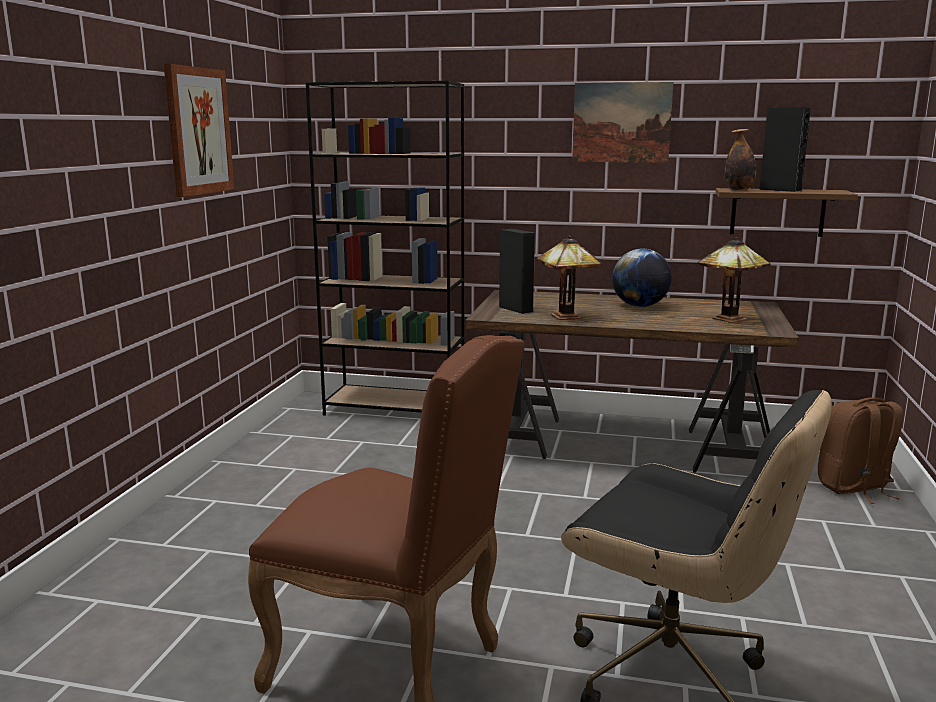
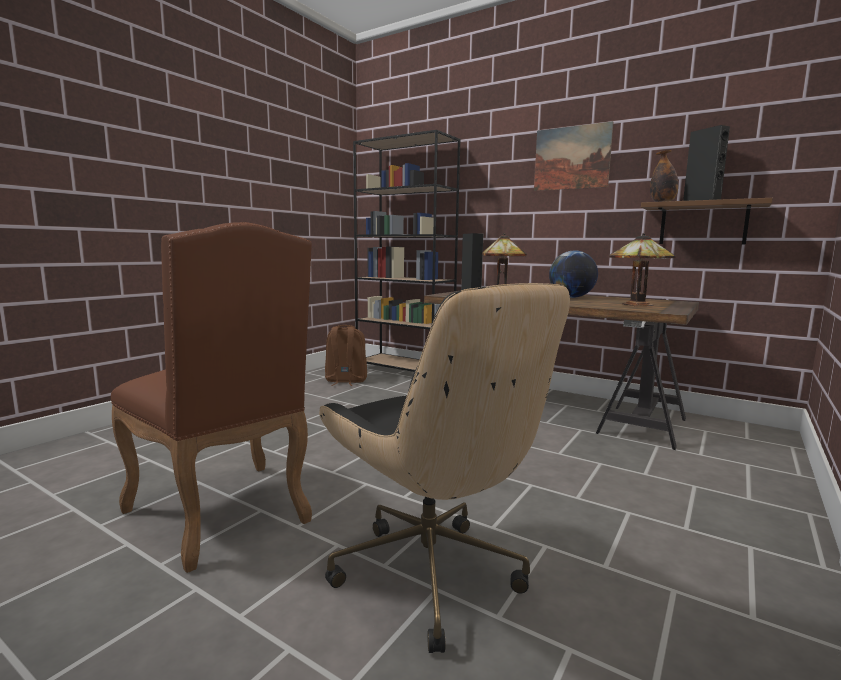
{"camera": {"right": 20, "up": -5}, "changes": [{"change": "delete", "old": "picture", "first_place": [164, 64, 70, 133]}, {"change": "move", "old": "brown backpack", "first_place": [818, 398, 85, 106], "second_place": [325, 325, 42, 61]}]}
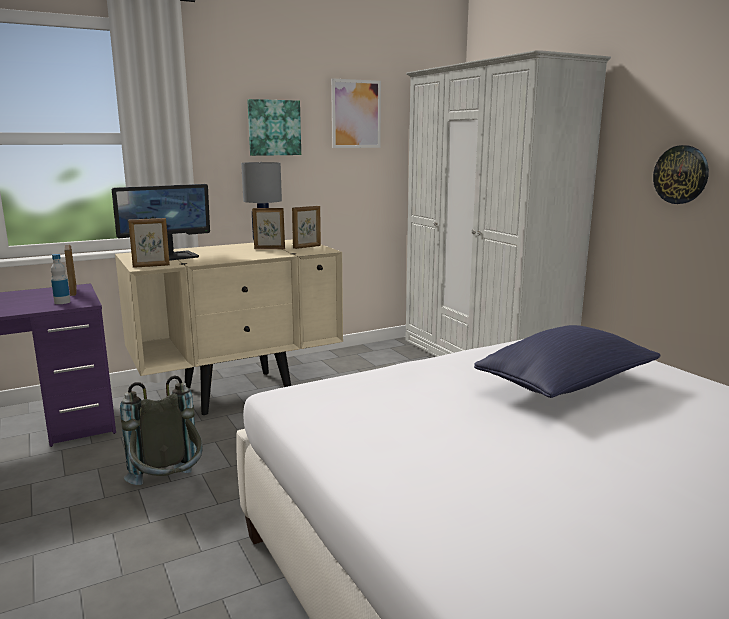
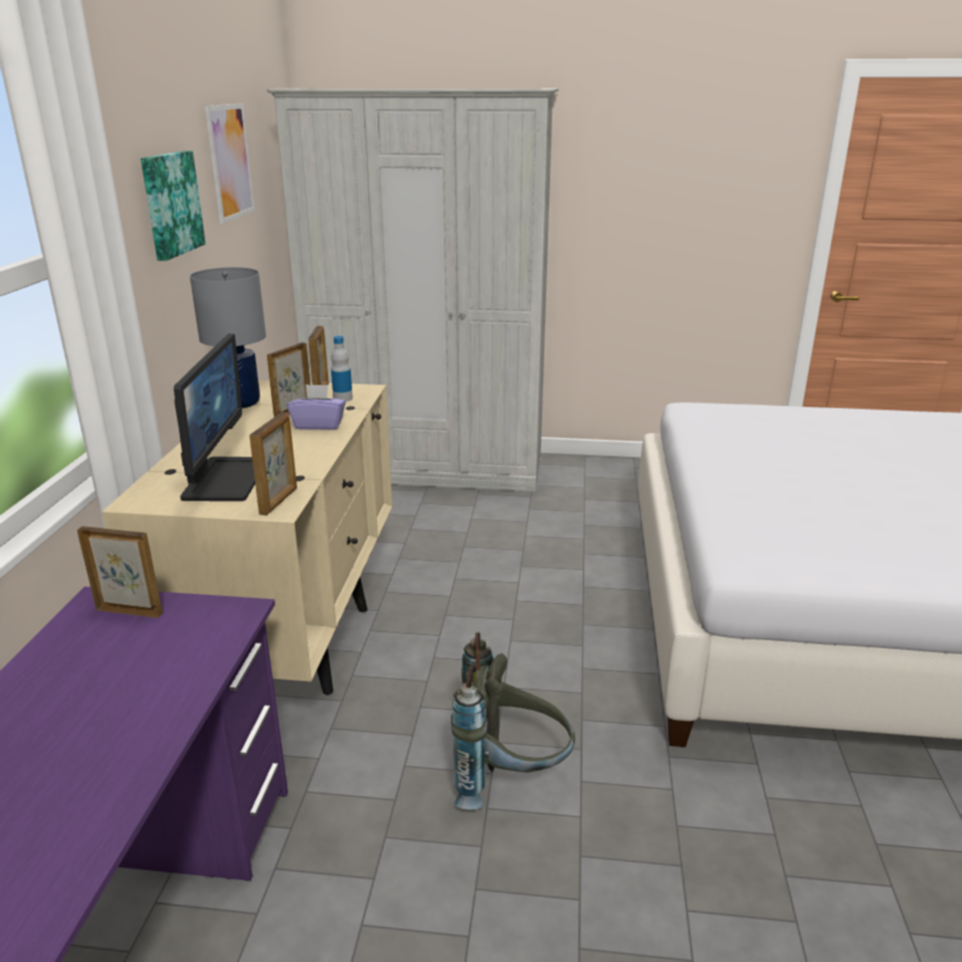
{"camera": {"right": -55, "up": 10}, "changes": [{"change": "move", "old": "bottle", "first_place": [51, 254, 20, 50], "second_place": [331, 336, 22, 66]}, {"change": "delete", "old": "blue pillow", "first_place": [474, 325, 187, 73]}, {"change": "delete", "old": "wall clock", "first_place": [653, 145, 56, 59]}, {"change": "insert", "new": "purple tissue box", "second_place": [287, 384, 59, 46]}]}
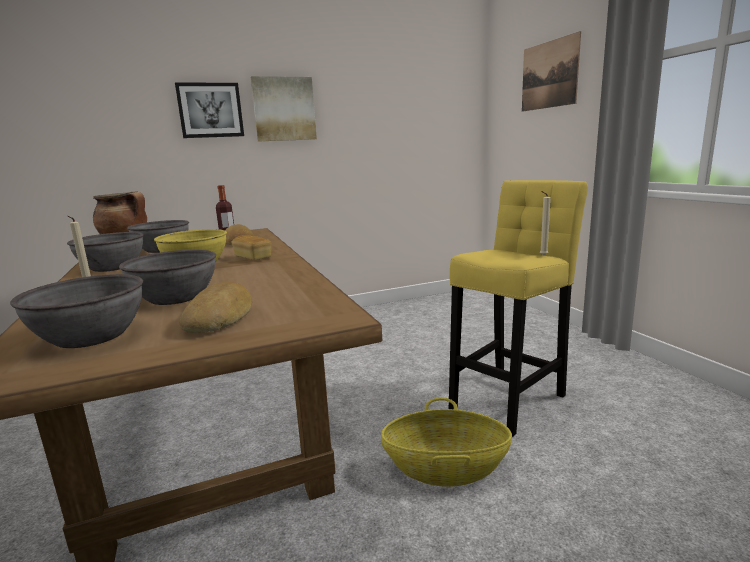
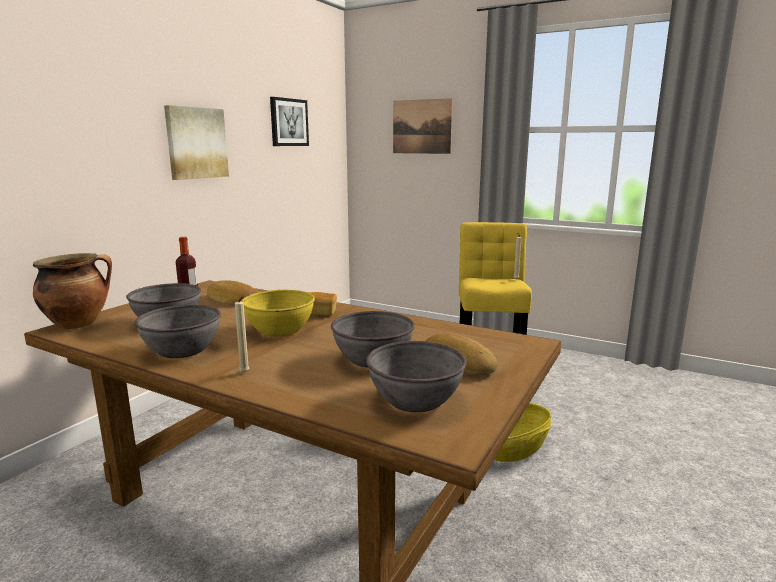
{"camera": {"right": -40, "up": 0}, "changes": [{"change": "move", "old": "picture", "first_place": [175, 82, 69, 56], "second_place": [270, 97, 39, 49]}]}
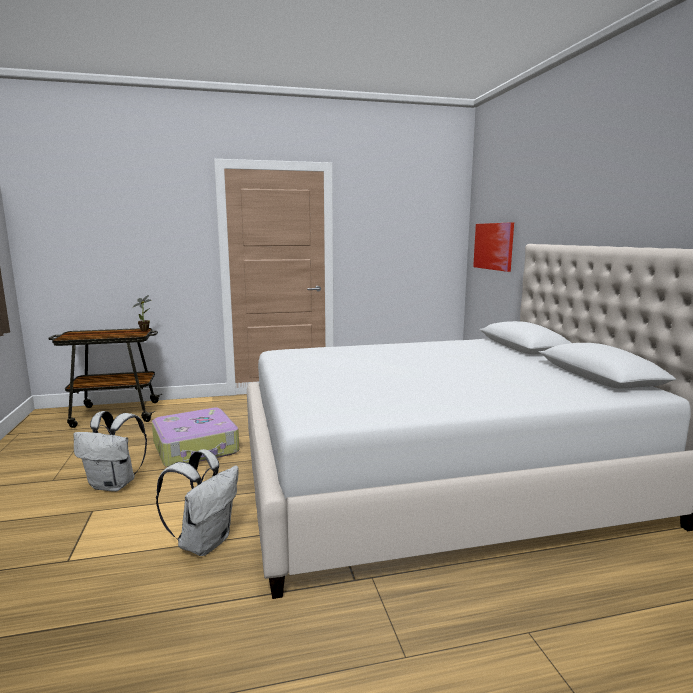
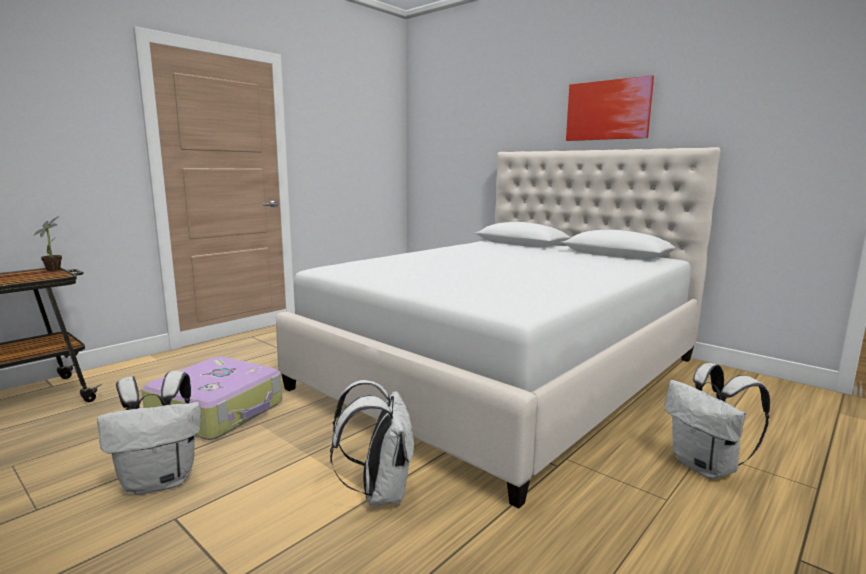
{"camera": {"right": -35, "up": 0}, "changes": [{"change": "move", "old": "picture", "first_place": [473, 222, 41, 50], "second_place": [566, 75, 88, 66]}, {"change": "insert", "new": "white backpack", "second_place": [665, 363, 105, 116]}]}
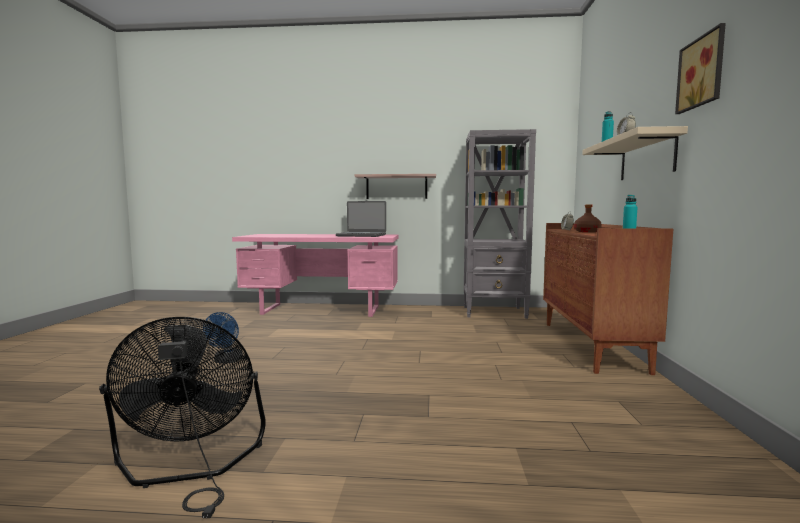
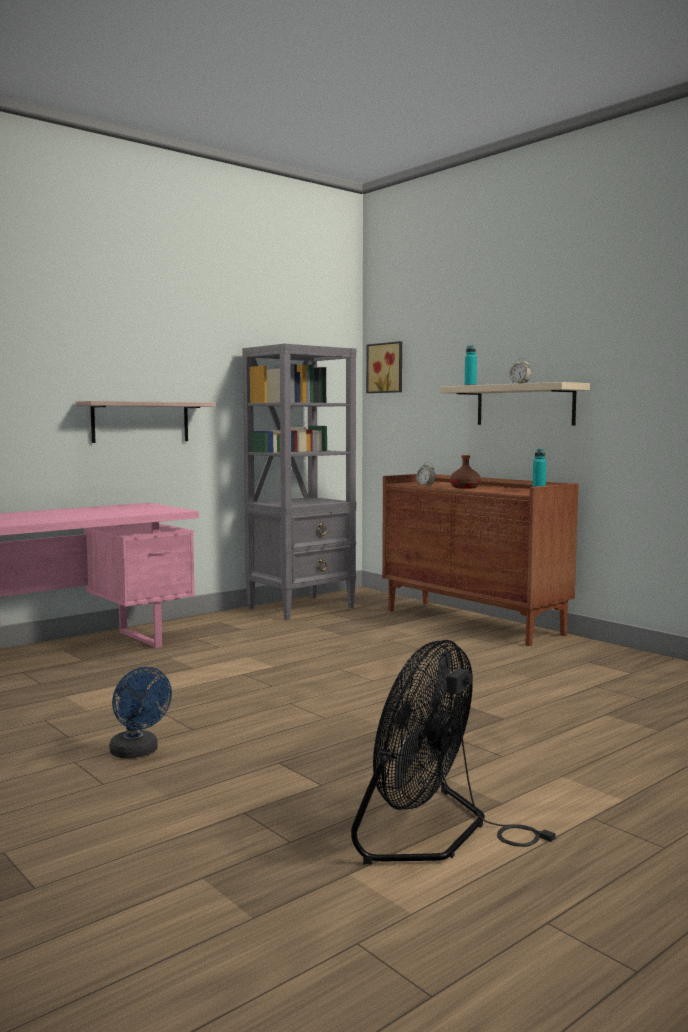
{"camera": {"right": -45, "up": 0}, "changes": [{"change": "delete", "old": "laptop", "first_place": [336, 201, 50, 36]}, {"change": "move", "old": "picture", "first_place": [675, 23, 51, 91], "second_place": [366, 341, 36, 52]}]}
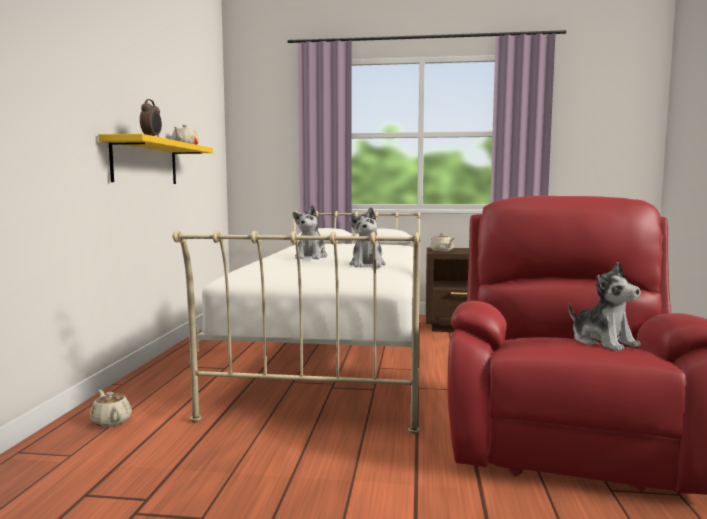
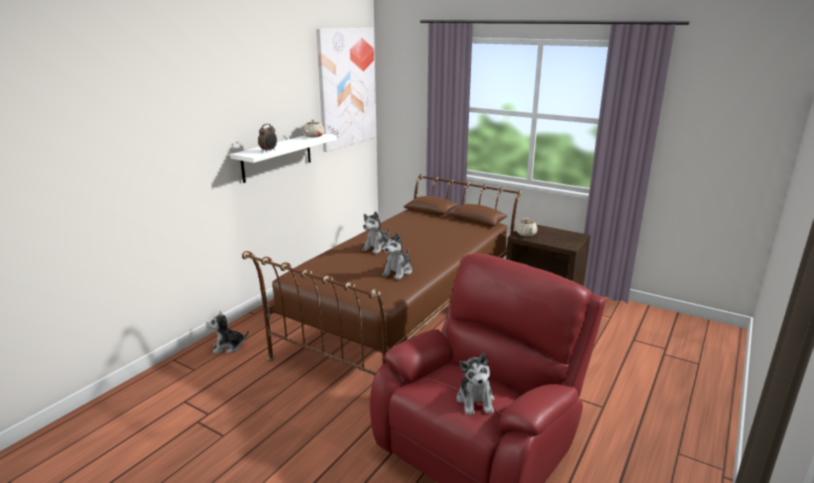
{"camera": {"right": 25, "up": 15}, "changes": [{"change": "replace", "old": "beige teapot", "new": "plush toy", "first_place": [90, 390, 42, 37], "second_place": [206, 311, 43, 43]}, {"change": "recolor", "old": "yellow shelf", "new": "white shelf", "first_place": [98, 134, 115, 50], "second_place": [230, 134, 107, 49]}, {"change": "recolor", "old": "white bed", "new": "brown bed", "first_place": [173, 211, 248, 223], "second_place": [242, 174, 280, 201]}, {"change": "insert", "new": "picture", "second_place": [316, 27, 60, 125]}]}
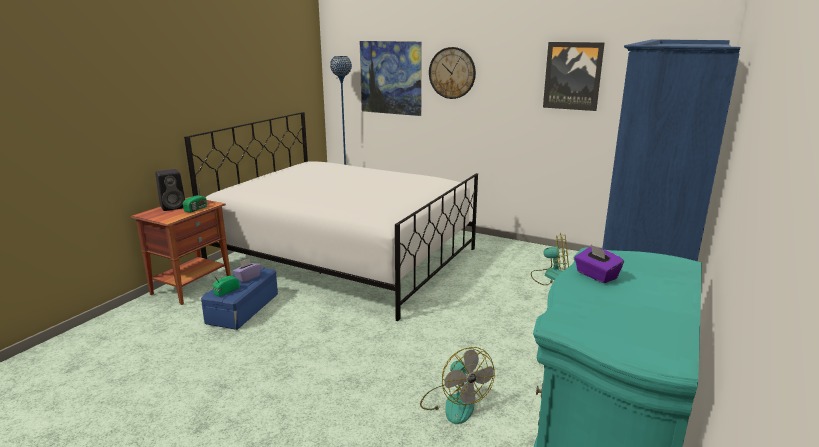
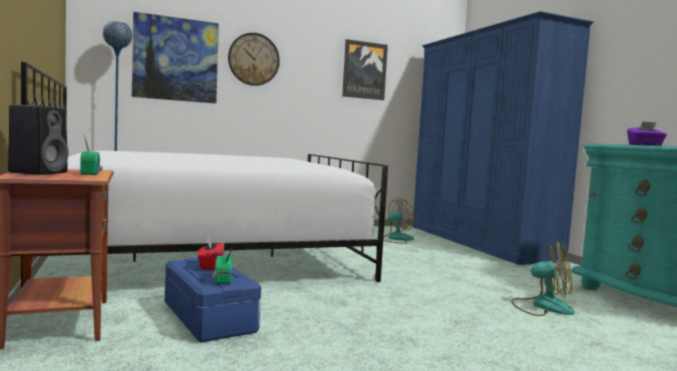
{"camera": {"right": -50, "up": -15}, "changes": [{"change": "recolor", "old": "purple tissue box", "new": "red tissue box", "first_place": [233, 259, 28, 23], "second_place": [198, 237, 26, 33]}]}
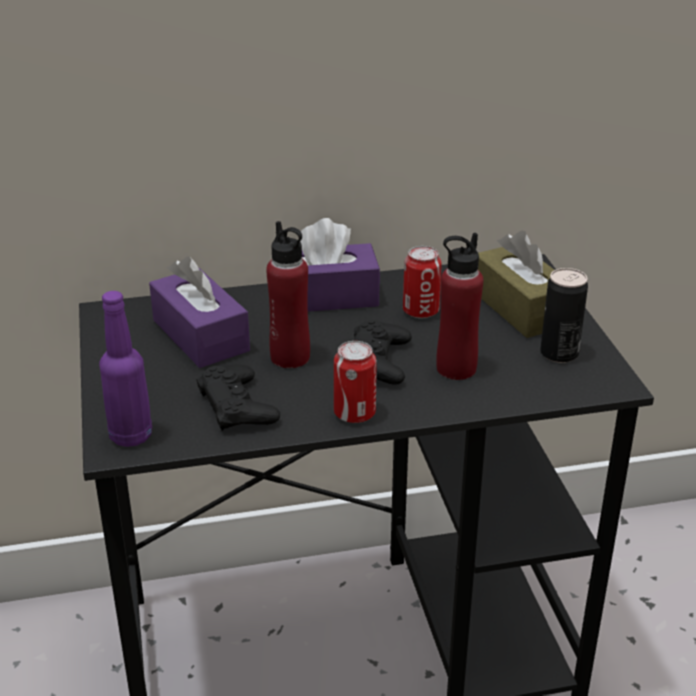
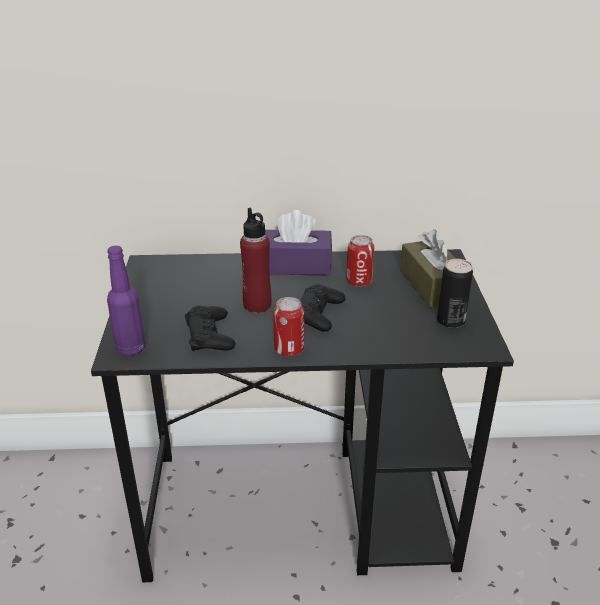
{"camera": {"right": 10, "up": 0}, "changes": [{"change": "delete", "old": "purple tissue box", "first_place": [149, 256, 101, 112]}, {"change": "delete", "old": "red bottle", "first_place": [436, 233, 47, 147]}]}
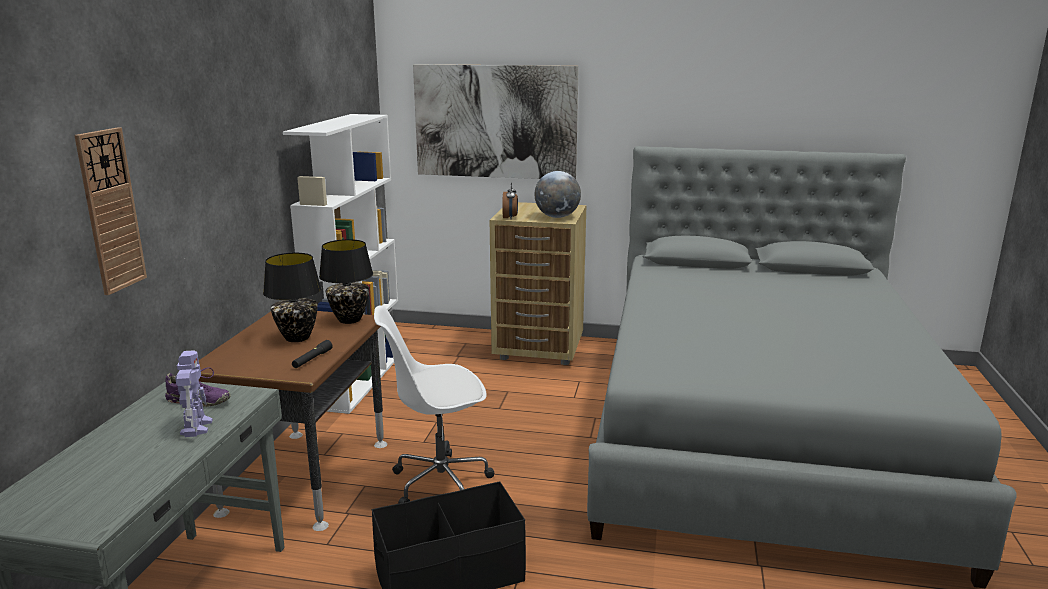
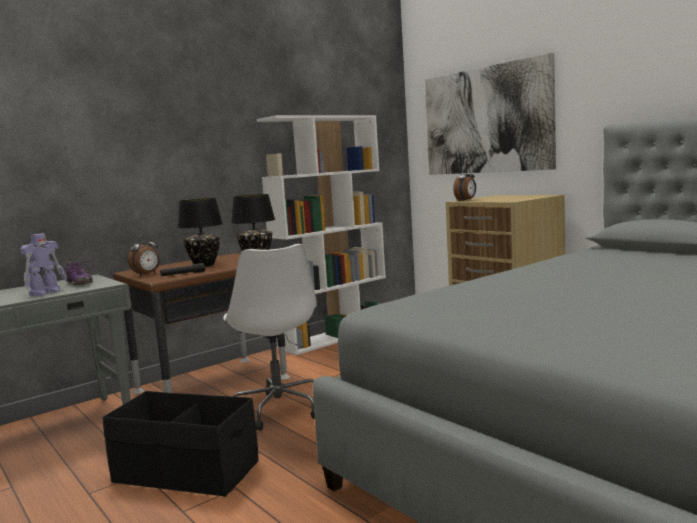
{"camera": {"right": 40, "up": -10}, "changes": [{"change": "delete", "old": "wall clock", "first_place": [74, 127, 73, 168]}, {"change": "rotate", "old": "white office chair", "first_place": [374, 305, 121, 199], "second_place": [223, 244, 94, 187], "degrees": -135}, {"change": "delete", "old": "globe", "first_place": [534, 171, 47, 47]}, {"change": "insert", "new": "alarm clock", "second_place": [128, 235, 32, 41]}]}
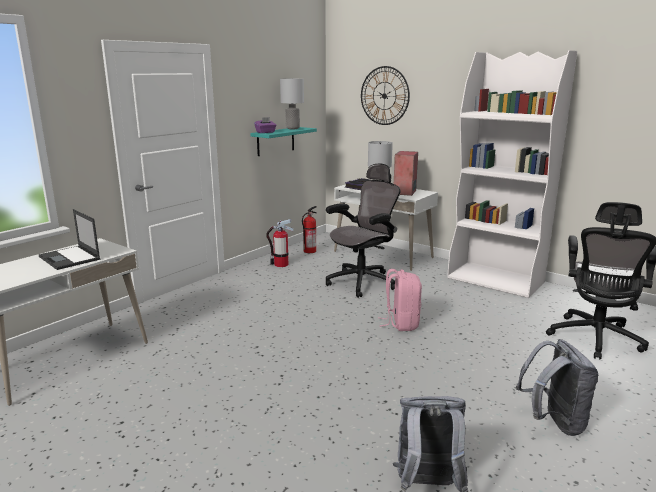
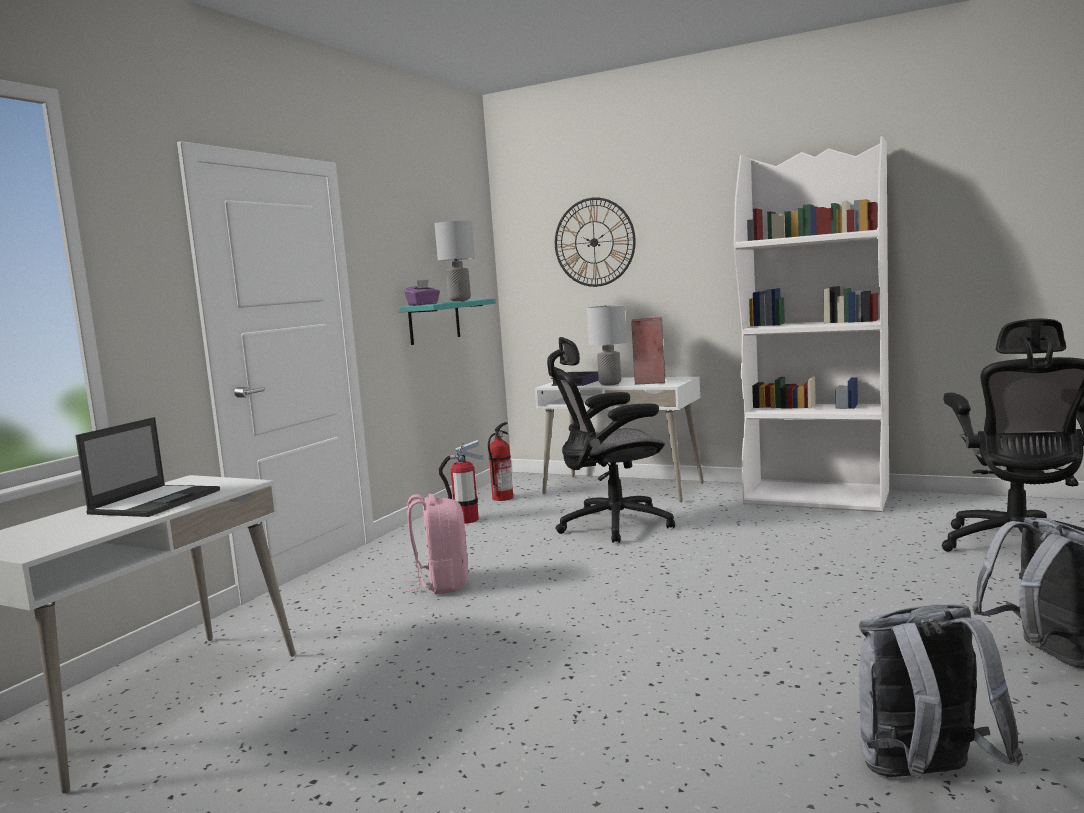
{"camera": {"right": -10, "up": -10}, "changes": [{"change": "rotate", "old": "laptop", "first_place": [39, 209, 62, 61], "second_place": [75, 417, 145, 100], "degrees": -105}, {"change": "rotate", "old": "office chair", "first_place": [326, 164, 75, 134], "second_place": [547, 337, 128, 206], "degrees": -135}, {"change": "move", "old": "pink backpack", "first_place": [378, 269, 44, 62], "second_place": [403, 494, 65, 101]}]}
